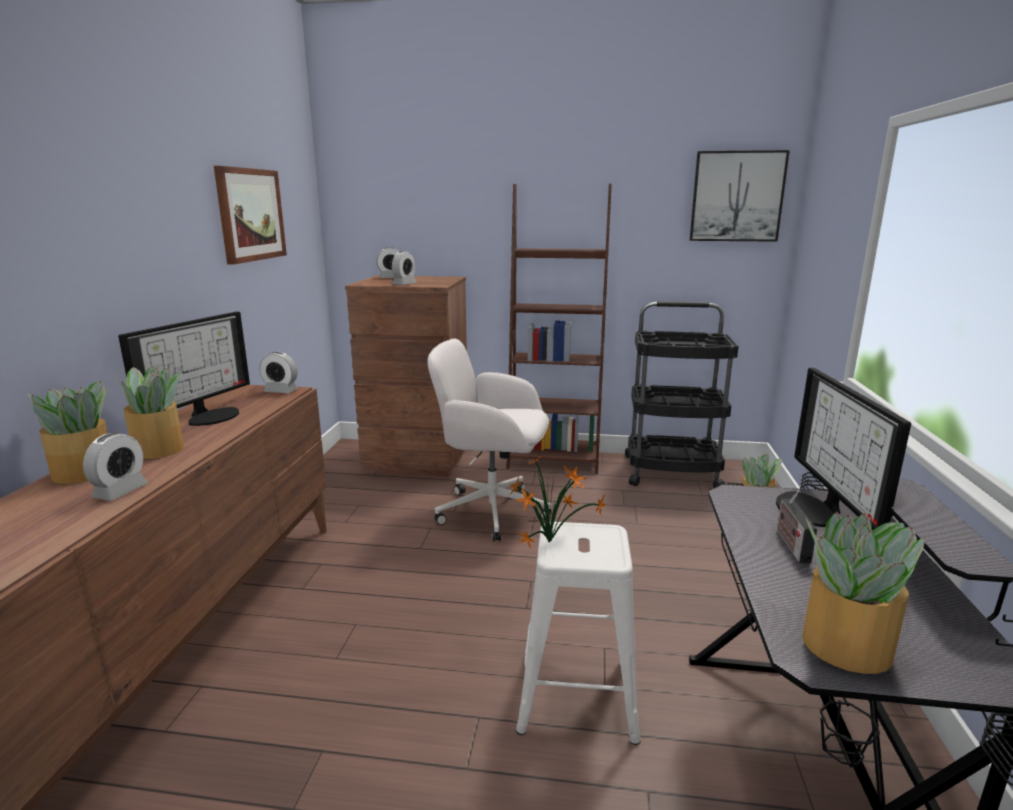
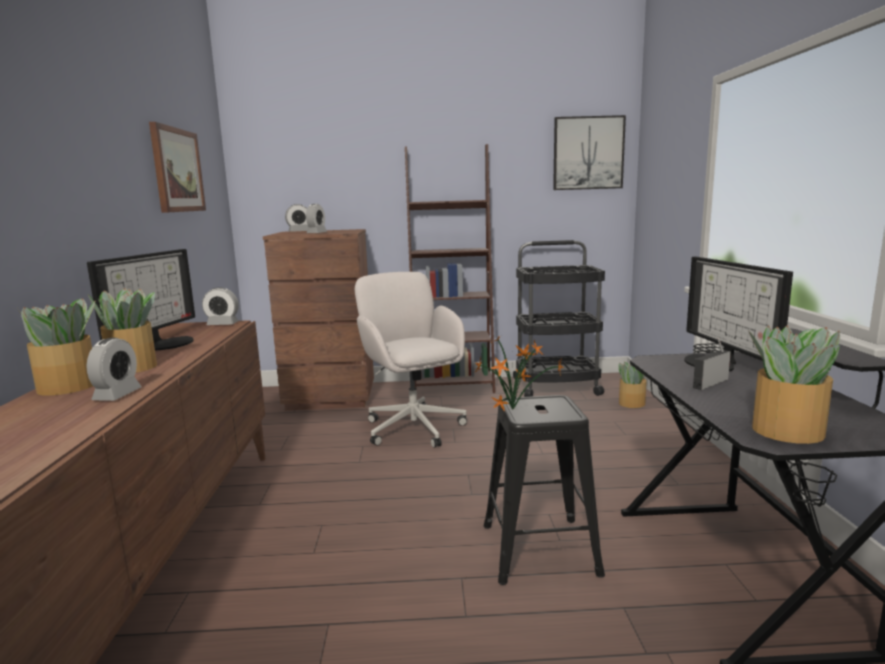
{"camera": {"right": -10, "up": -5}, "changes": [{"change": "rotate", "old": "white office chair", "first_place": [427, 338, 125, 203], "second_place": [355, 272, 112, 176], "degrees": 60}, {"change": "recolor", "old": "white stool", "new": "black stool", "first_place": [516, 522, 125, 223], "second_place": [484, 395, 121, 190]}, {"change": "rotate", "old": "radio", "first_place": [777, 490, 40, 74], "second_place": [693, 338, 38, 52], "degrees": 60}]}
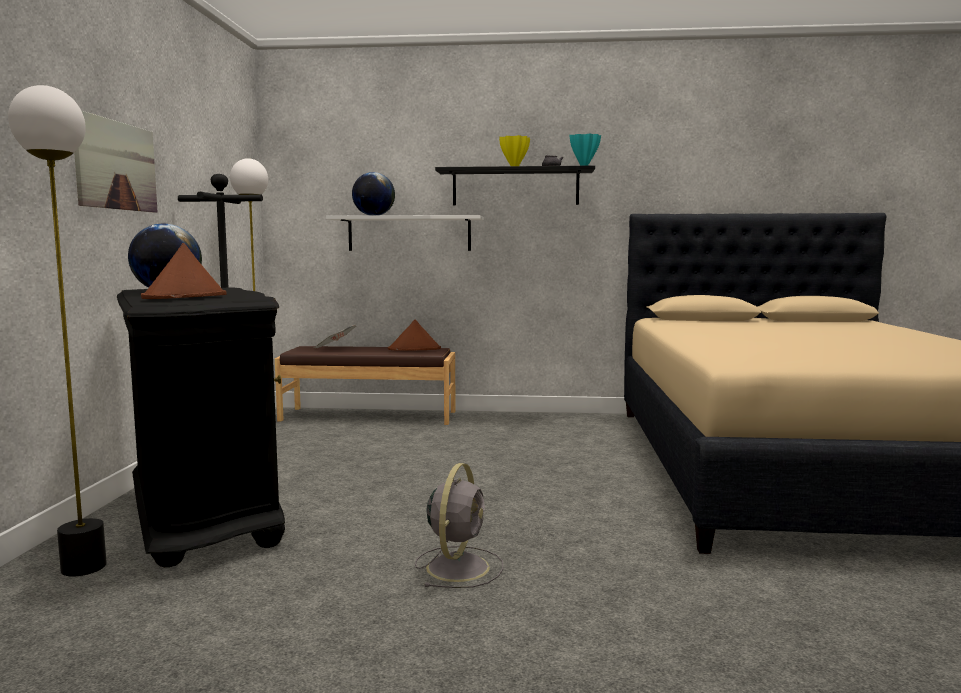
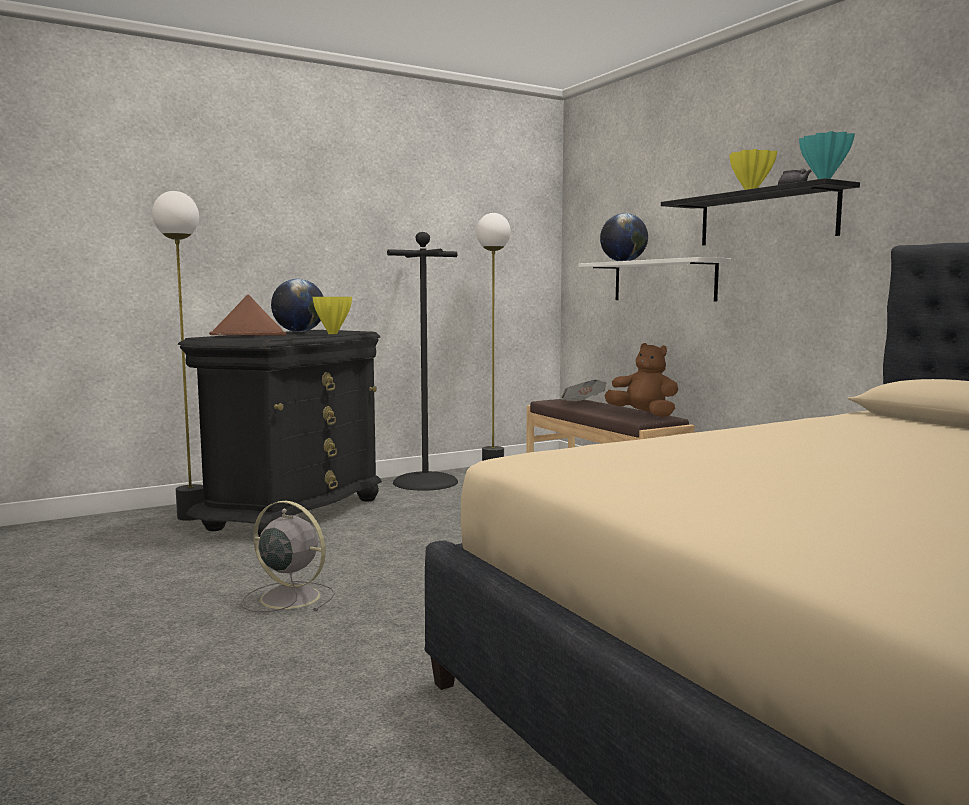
{"camera": {"right": 55, "up": 0}, "changes": [{"change": "delete", "old": "picture", "first_place": [74, 111, 83, 102]}, {"change": "replace", "old": "brown hat", "new": "brown plush toy", "first_place": [388, 320, 53, 31], "second_place": [604, 343, 74, 74]}, {"change": "rotate", "old": "grey fan", "first_place": [415, 463, 88, 125], "second_place": [241, 501, 94, 111], "degrees": -135}, {"change": "insert", "new": "yellow vase", "second_place": [313, 297, 39, 37]}]}
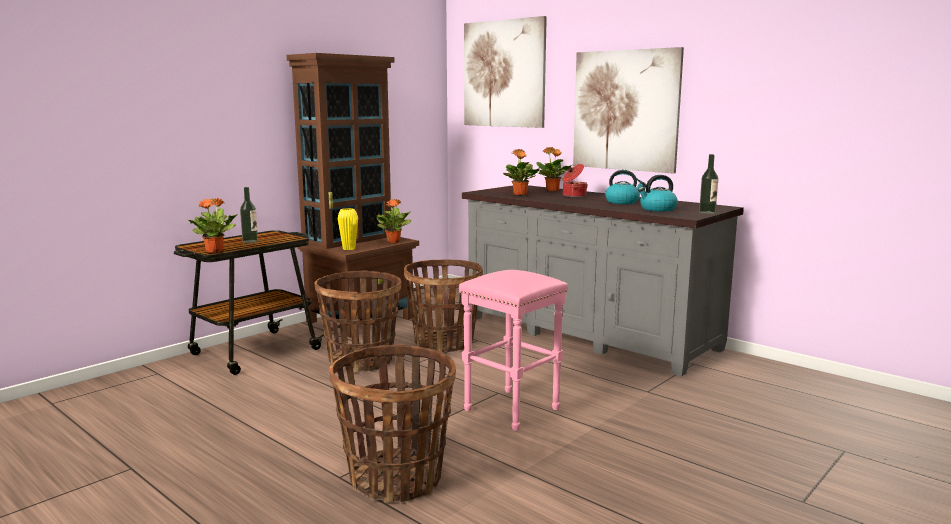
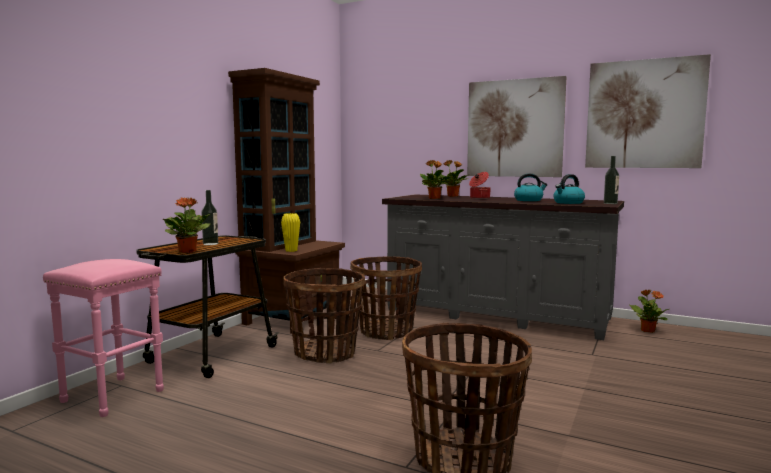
{"camera": {"right": -15, "up": -5}, "changes": [{"change": "move", "old": "potted plant", "first_place": [376, 199, 35, 44], "second_place": [629, 290, 40, 43]}, {"change": "move", "old": "pink stool", "first_place": [459, 270, 109, 161], "second_place": [43, 259, 121, 158]}, {"change": "move", "old": "picture", "first_place": [464, 16, 83, 112], "second_place": [585, 54, 126, 114]}]}
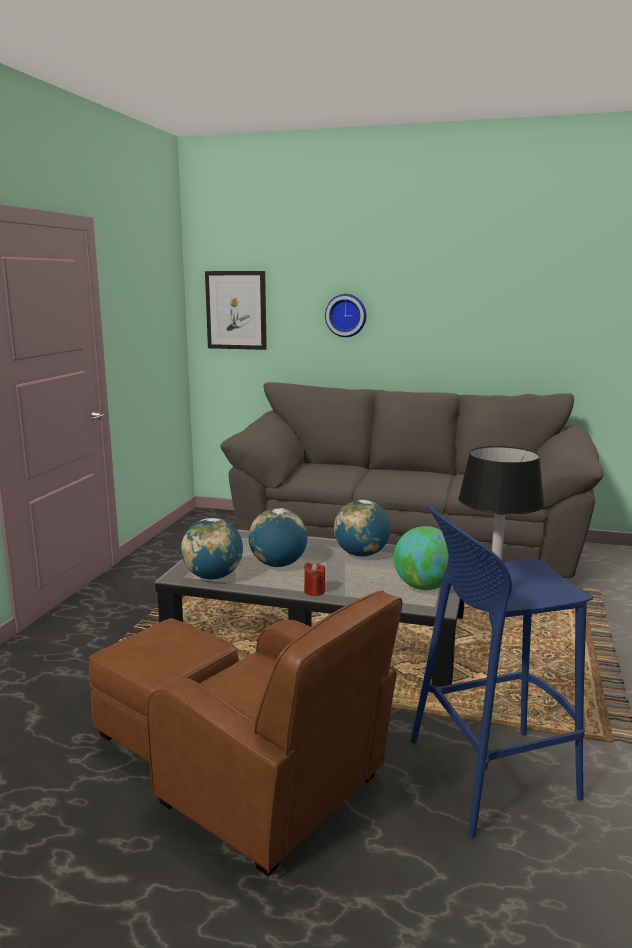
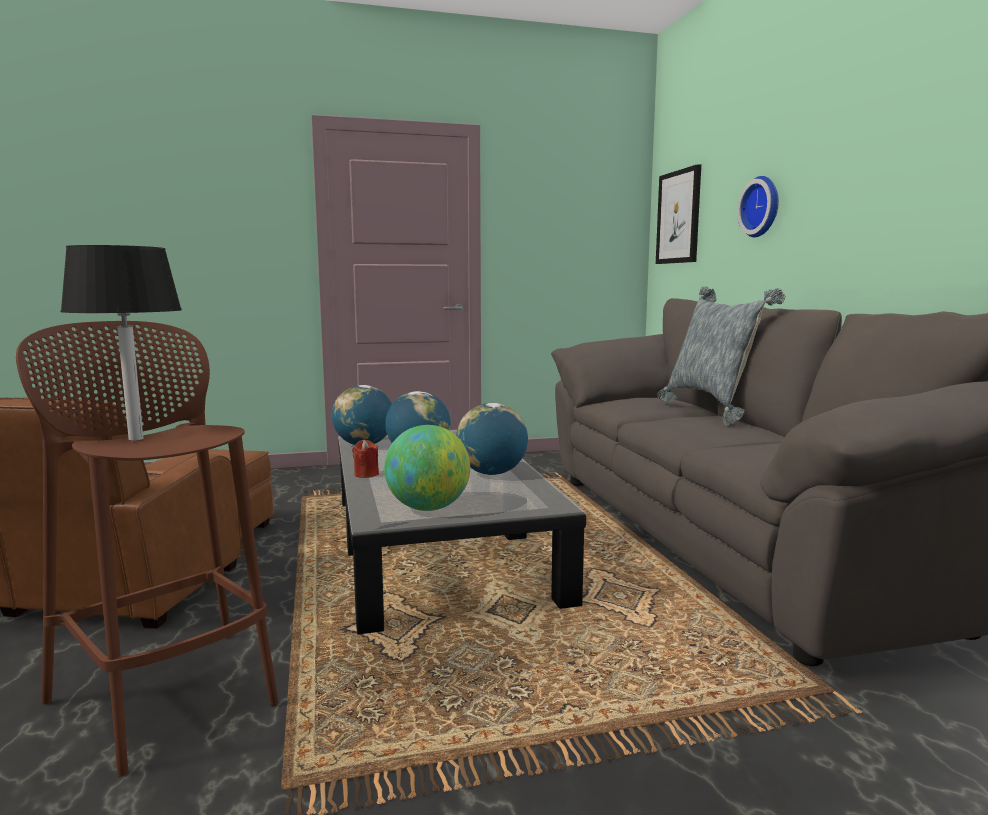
{"camera": {"right": 60, "up": -5}, "changes": [{"change": "recolor", "old": "blue stool", "new": "brown stool", "first_place": [410, 505, 183, 333], "second_place": [16, 321, 263, 456]}, {"change": "insert", "new": "pillow", "second_place": [657, 286, 128, 140]}]}
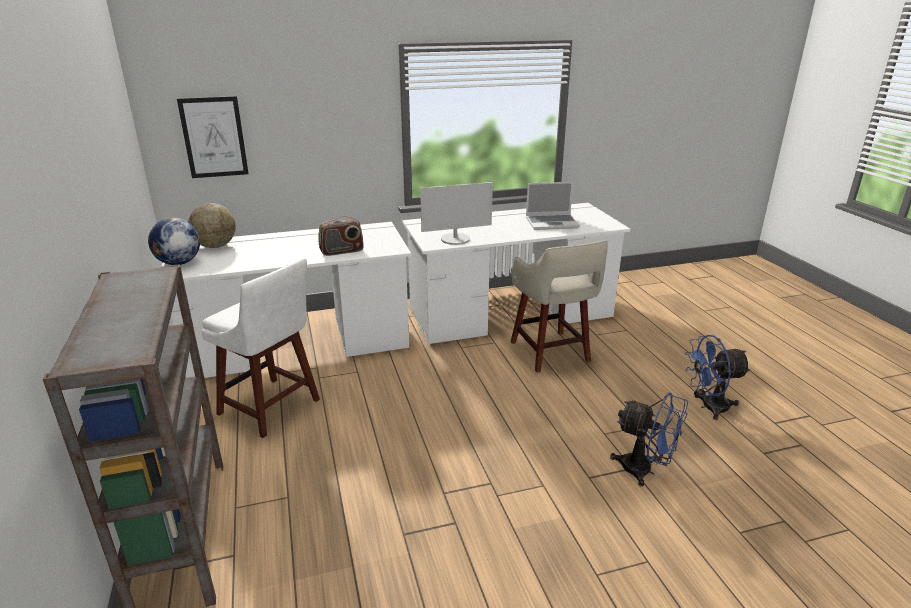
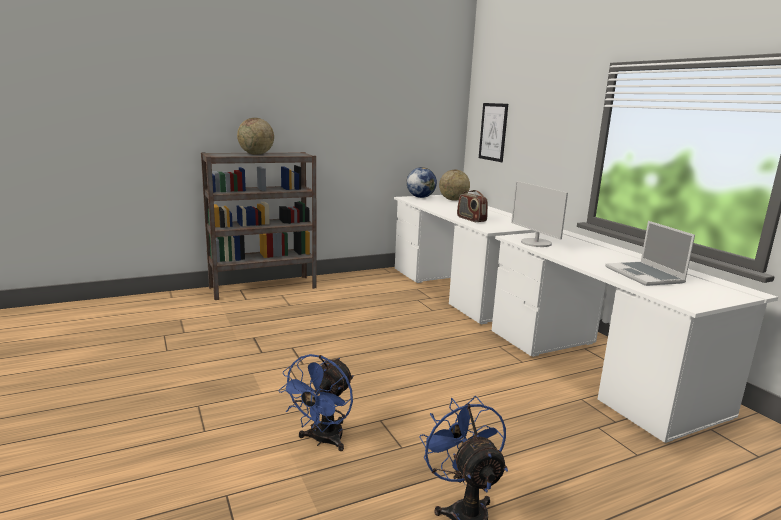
{"camera": {"right": 80, "up": -10}, "changes": [{"change": "delete", "old": "white chair", "first_place": [202, 258, 118, 180]}, {"change": "delete", "old": "beige stool", "first_place": [511, 241, 97, 132]}, {"change": "insert", "new": "globe", "second_place": [237, 118, 37, 37]}]}
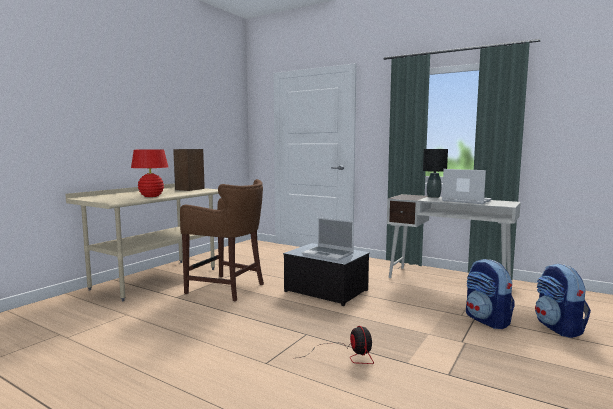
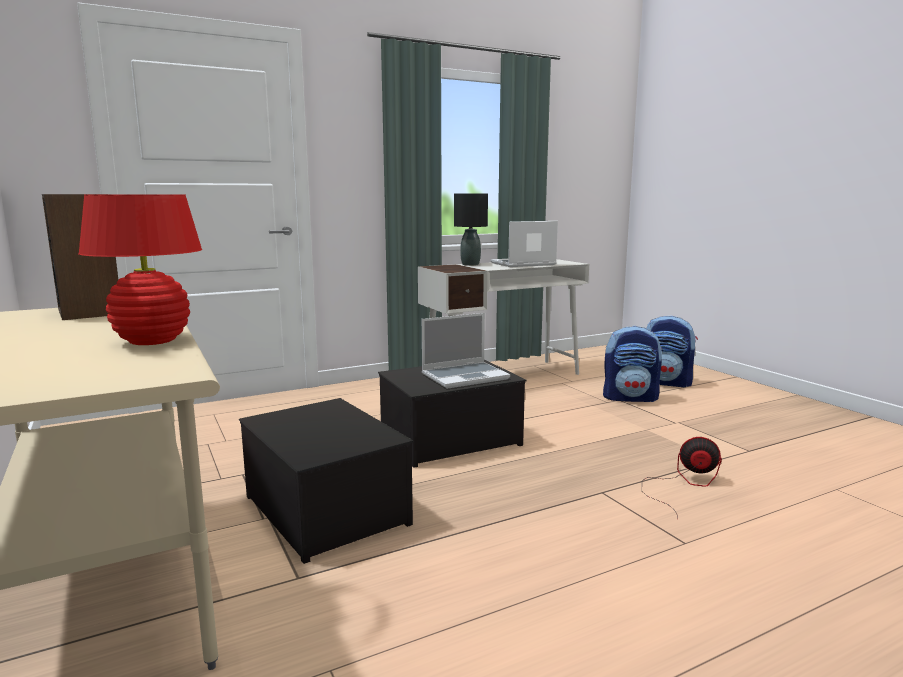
{"camera": {"right": -60, "up": 5}, "changes": [{"change": "replace", "old": "brown stool", "new": "storage box", "first_place": [180, 179, 84, 122], "second_place": [239, 398, 174, 166]}]}
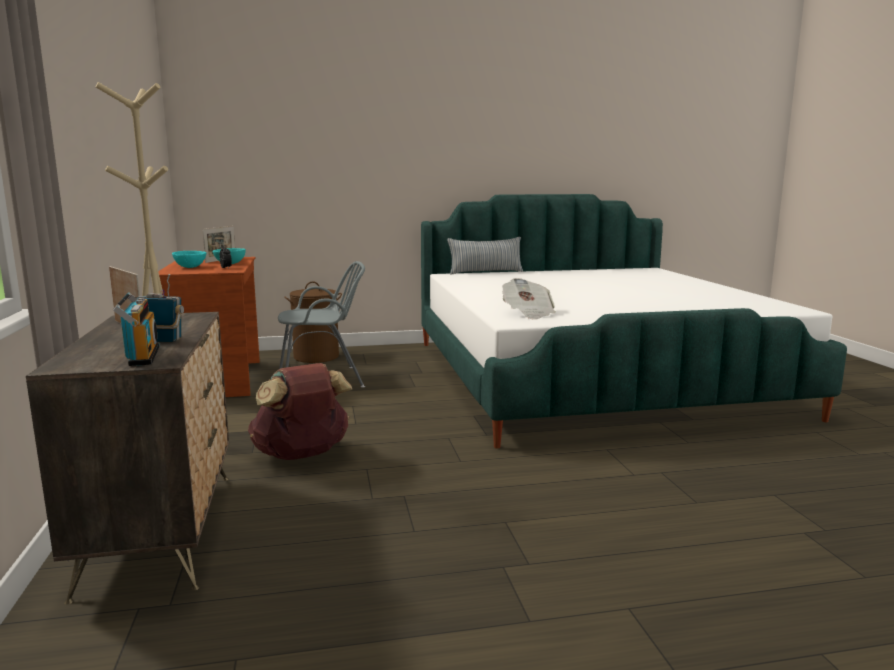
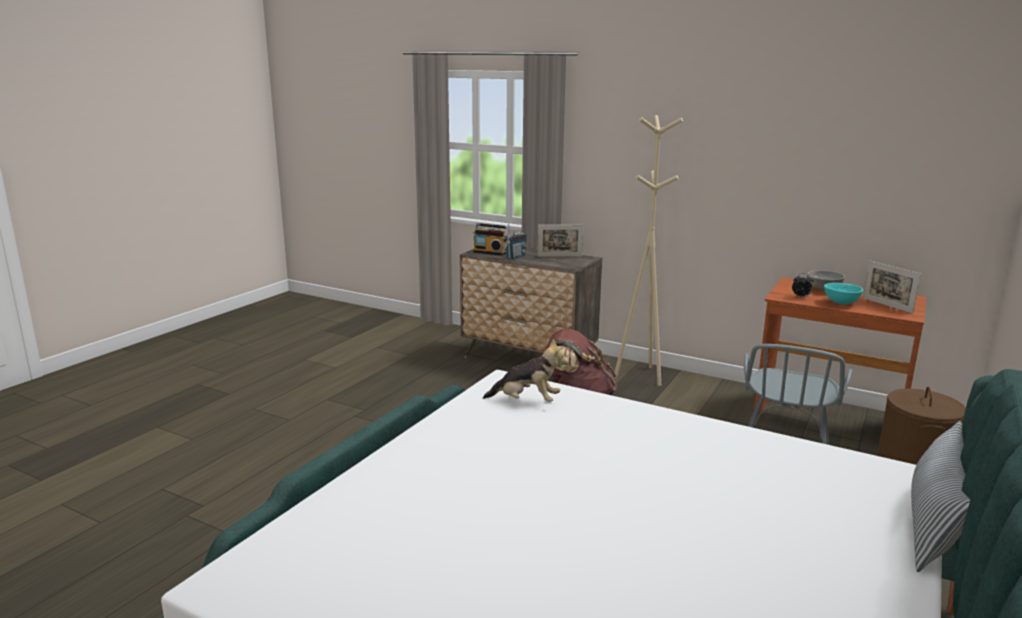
{"camera": {"right": 130, "up": 5}, "changes": [{"change": "recolor", "old": "turquoise bowl", "new": "grey bowl", "first_place": [172, 251, 34, 17], "second_place": [807, 270, 38, 21]}, {"change": "replace", "old": "newspaper", "new": "plush toy", "first_place": [502, 278, 54, 42], "second_place": [483, 339, 86, 63]}]}
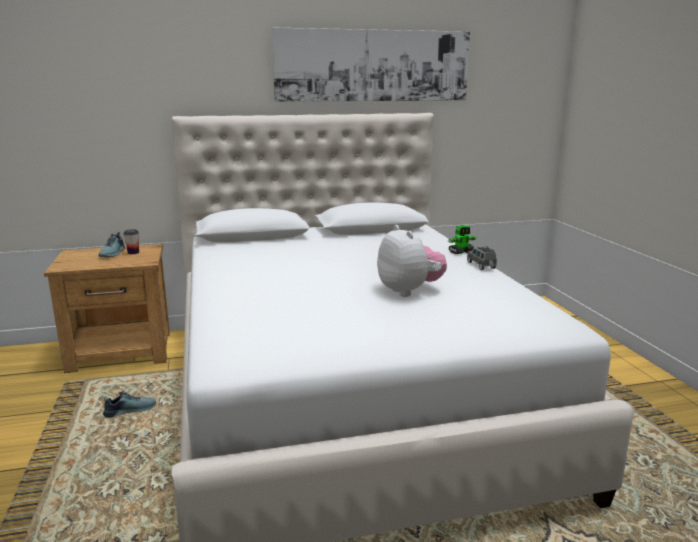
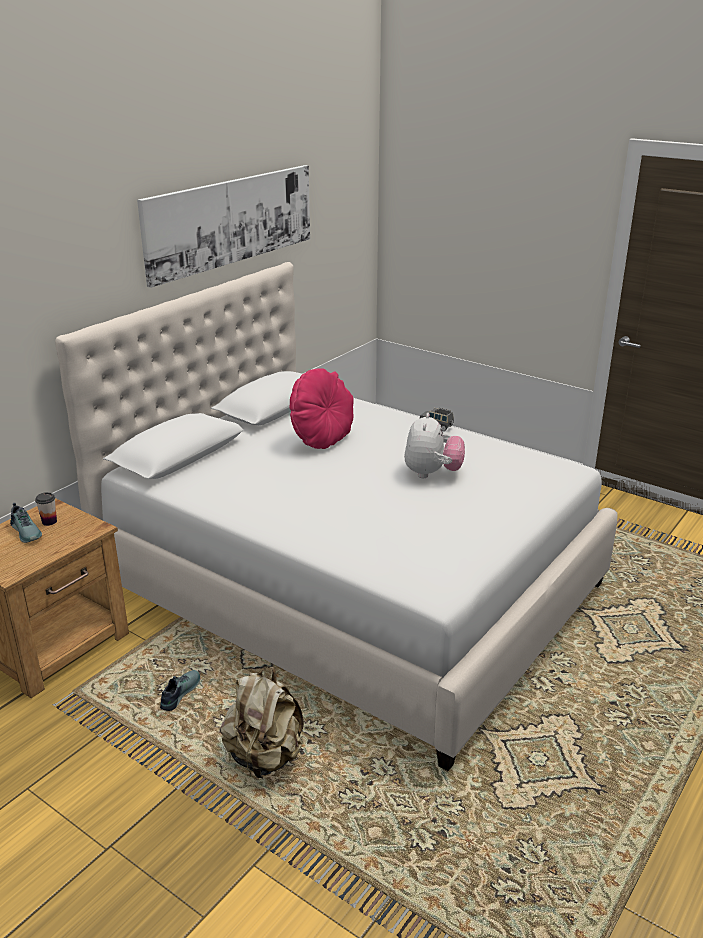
{"camera": {"right": -40, "up": 10}, "changes": [{"change": "rotate", "old": "plush toy", "first_place": [377, 225, 70, 72], "second_place": [404, 413, 61, 65], "degrees": 75}, {"change": "delete", "old": "toy robot", "first_place": [448, 225, 29, 29]}, {"change": "insert", "new": "beige backpack", "second_place": [220, 667, 84, 111]}, {"change": "insert", "new": "pink pillow", "second_place": [289, 368, 64, 81]}]}
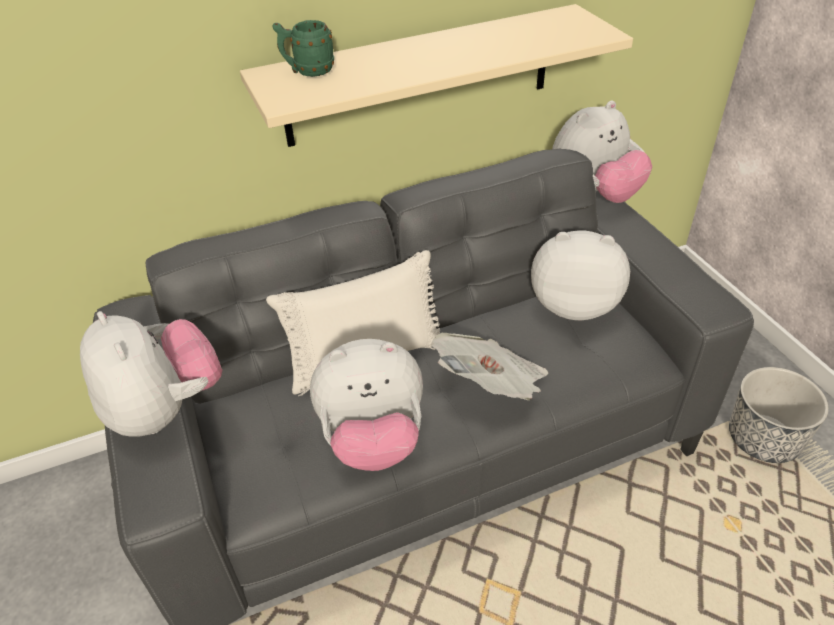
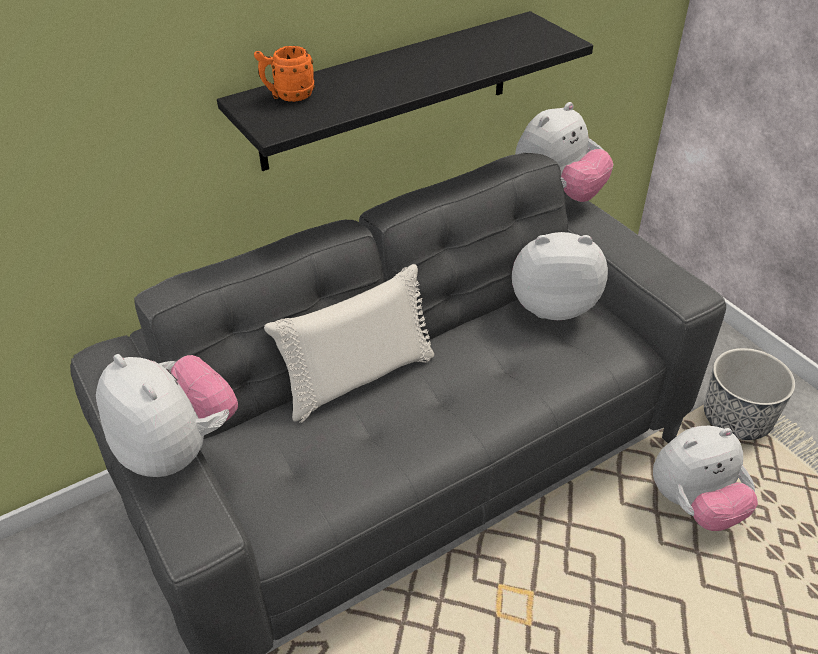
{"camera": {"right": -10, "up": 0}, "changes": [{"change": "recolor", "old": "beige shelf", "new": "black shelf", "first_place": [240, 4, 393, 143], "second_place": [217, 11, 376, 160]}, {"change": "recolor", "old": "green mug", "new": "orange mug", "first_place": [272, 20, 62, 57], "second_place": [254, 46, 61, 56]}, {"change": "move", "old": "plush toy", "first_place": [310, 339, 113, 132], "second_place": [653, 426, 105, 105]}, {"change": "delete", "old": "newspaper", "first_place": [431, 333, 117, 68]}]}
